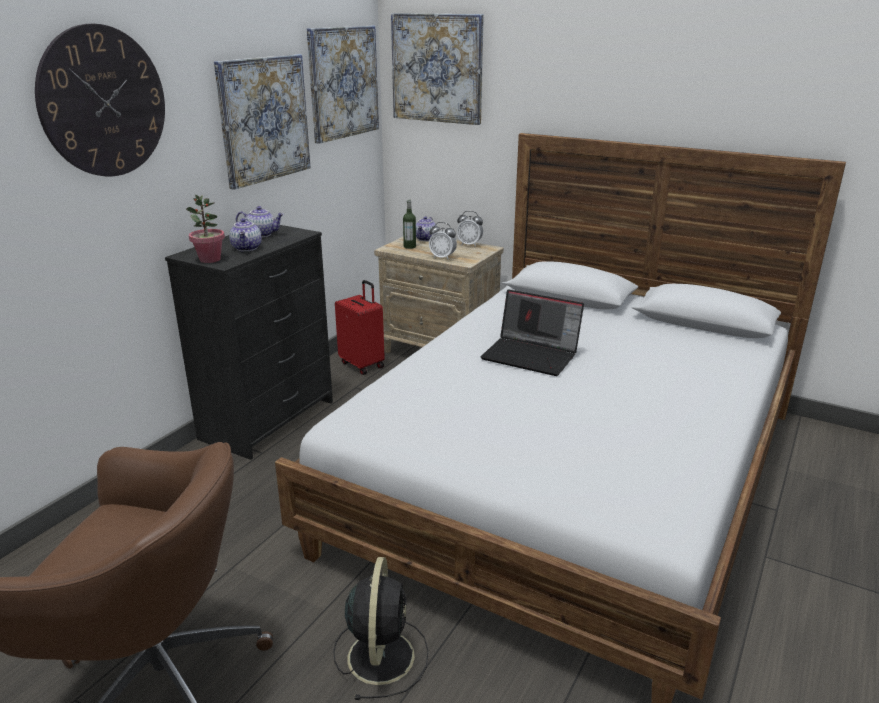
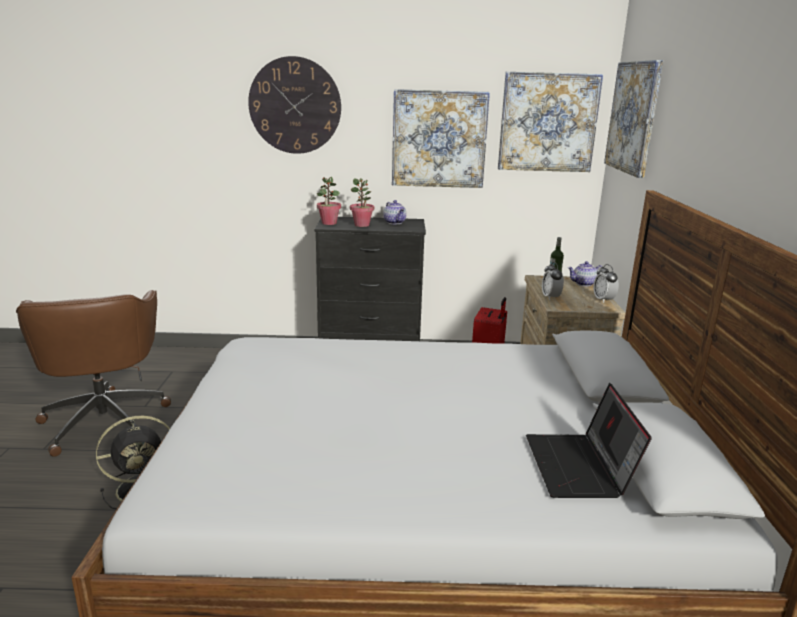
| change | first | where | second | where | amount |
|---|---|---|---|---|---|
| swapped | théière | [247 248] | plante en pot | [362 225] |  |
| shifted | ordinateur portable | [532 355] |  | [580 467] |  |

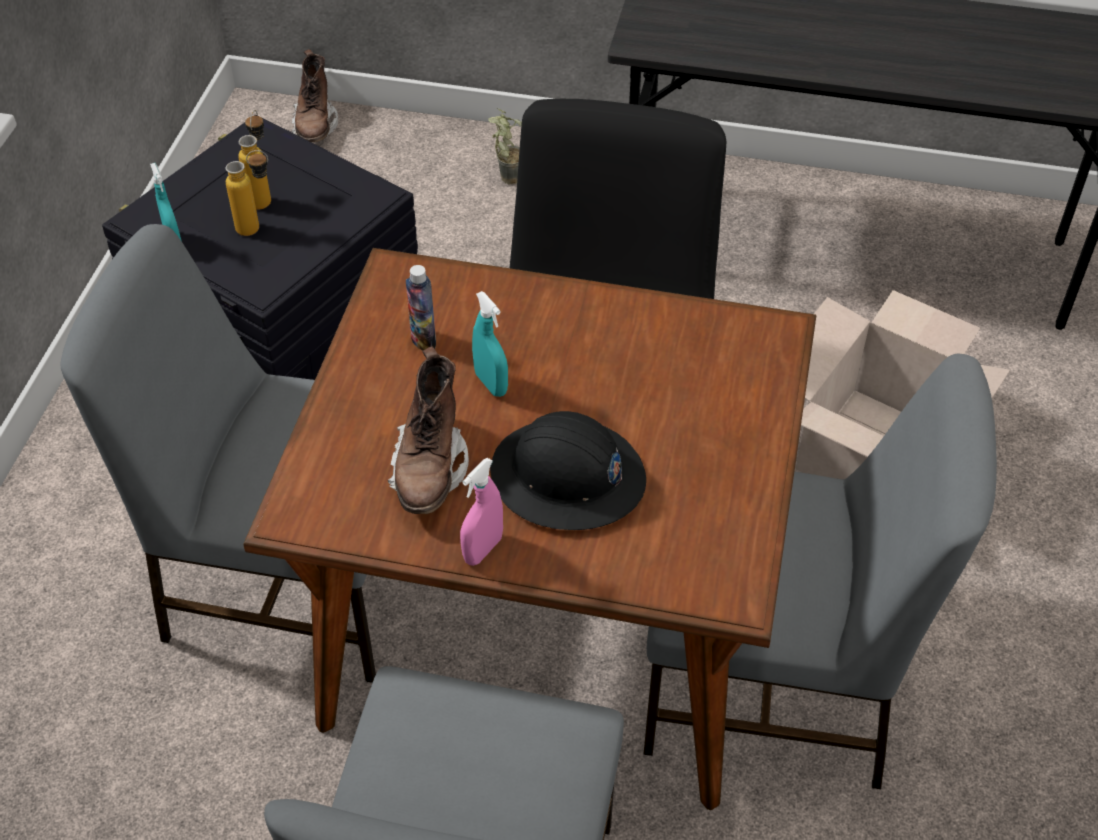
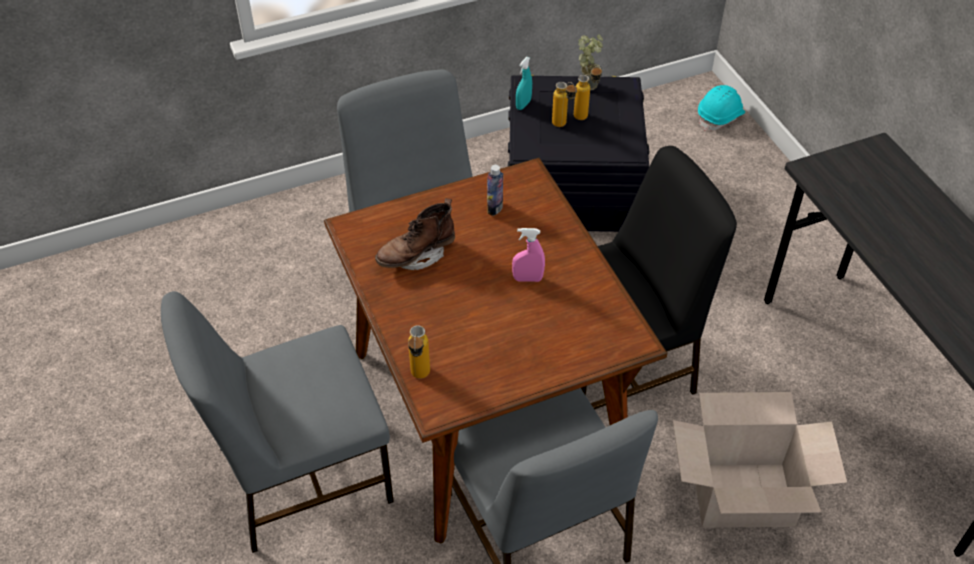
| change | first | where | second | where | amount |
|---|---|---|---|---|---|
| new |  |  | bouteille | [419 378] |  |
| shifted | vaporisateur/rose | [483 549] |  | [527 279] |  |
| shifted | plante en pot | [505 175] |  | [589 83] |  |
| swapped | botte/marron | [315 126] | casque de chantier/turquoise | [720 117] |  |
| gone | vaporisateur/turquoise | [491 384] |  |  |  |
| gone | casque de chantier/noir | [567 478] |  |  |  |

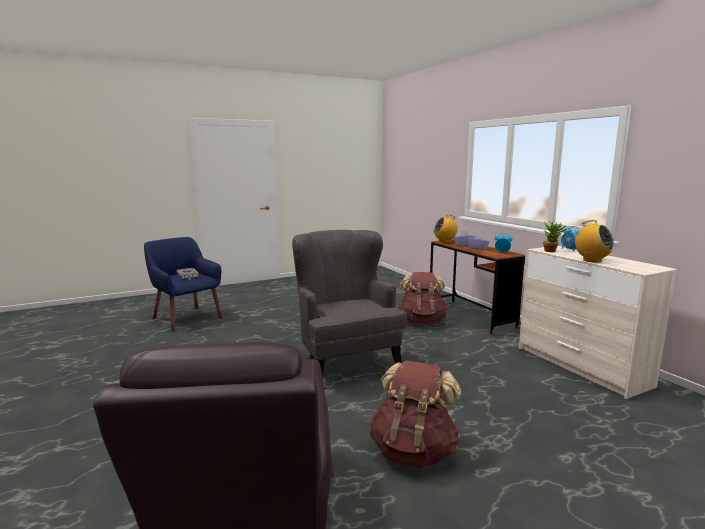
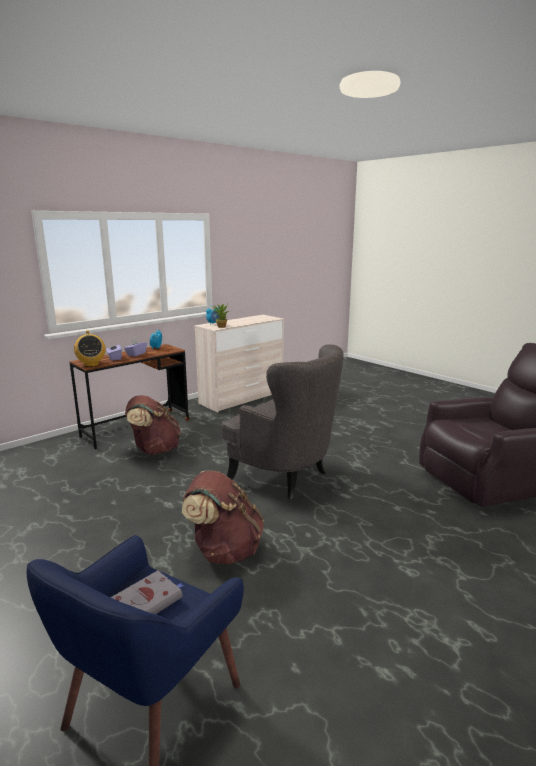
| change | first | where | second | where | amount |
|---|---|---|---|---|---|
| shifted | sac à dos/marron | [413 451] |  | [224 550] |  |
| rotated | fauteuil/gris | [346 364] |  | [285 477] | 105 degrees counterclockwise |
| gone | radio | [591 260] |  |  |  |

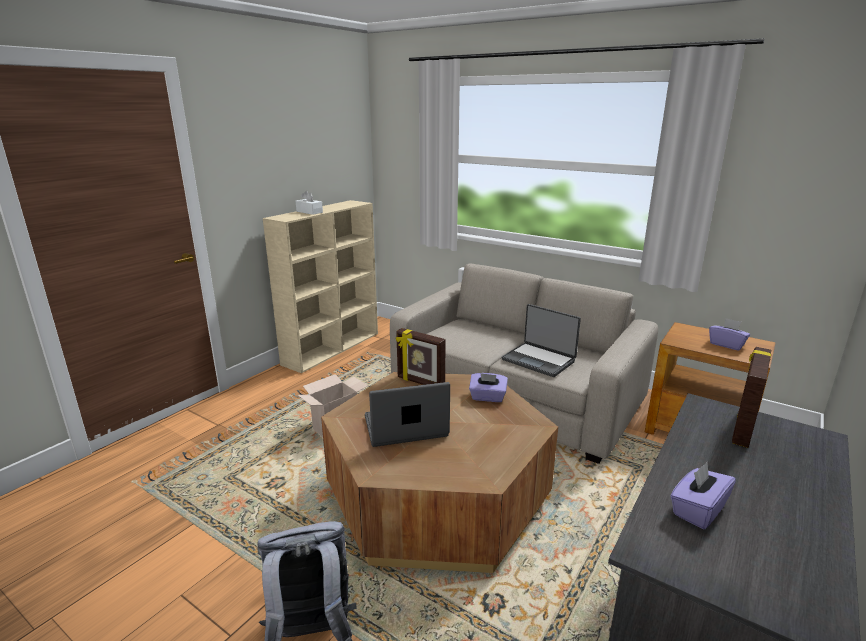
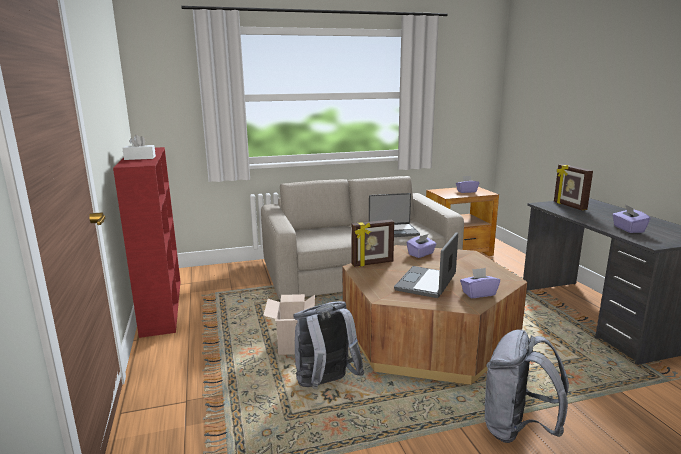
| change | first | where | second | where | amount |
|---|---|---|---|---|---|
| repainted | bibliothèque/beige | [332 348] | bibliothèque/rouge | [162 305] |  |
| new |  |  | sac à dos/gris | [325 384] |  |
| new |  |  | boîte à mouchoirs/violet | [478 293] |  |

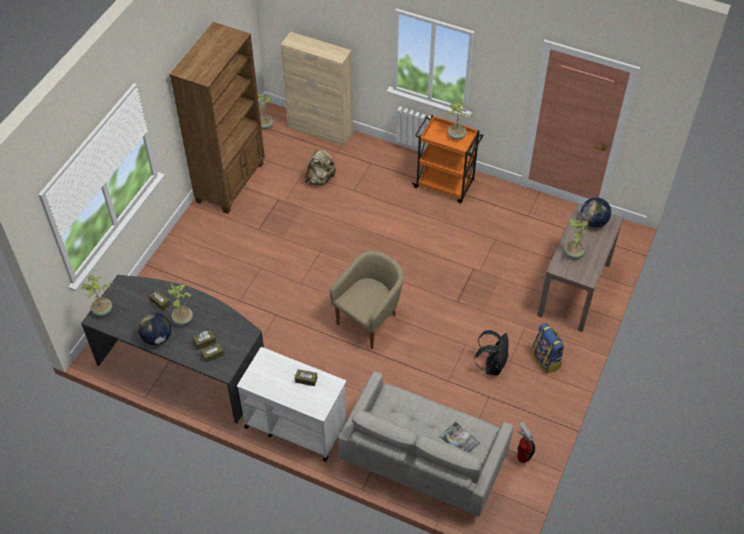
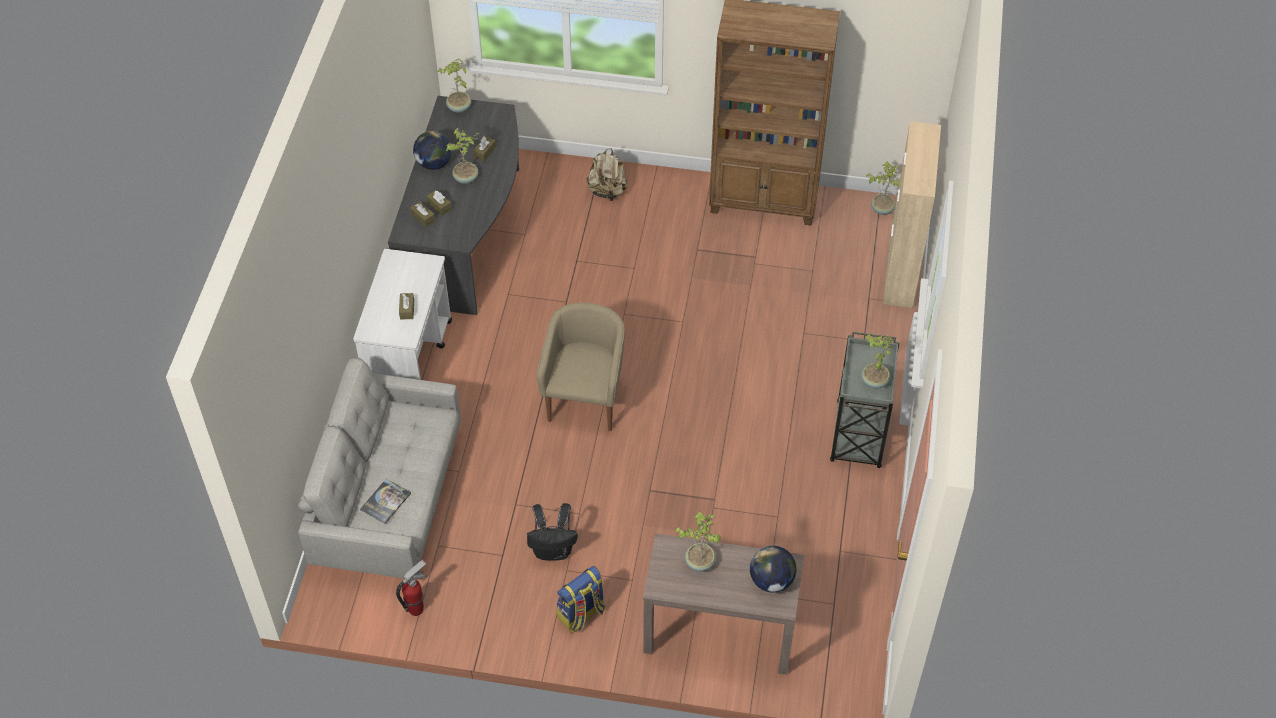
| change | first | where | second | where | amount |
|---|---|---|---|---|---|
| rotated | fauteuil/beige | [369 321] |  | [585 399] | 105 degrees counterclockwise |
| shifted | sac à dos/beige | [320 178] |  | [607 191] |  |
| repainted | chariot/orange | [445 185] | chariot/gris | [858 436] |  |

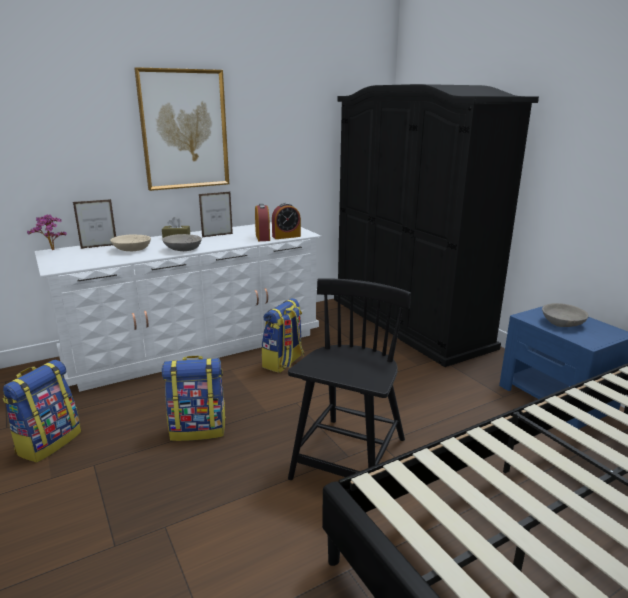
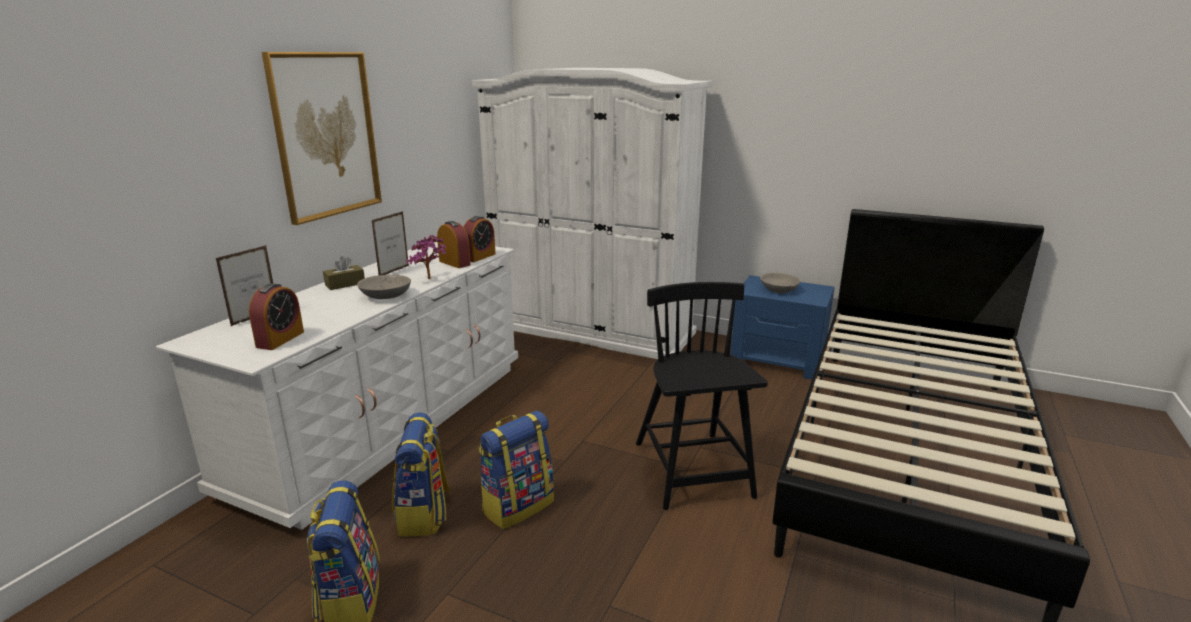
| change | first | where | second | where | amount |
|---|---|---|---|---|---|
| new |  |  | réveil | [280 339] |  |
| shifted | sac à dos | [283 362] |  | [424 514] |  |
| shifted | plante en pot | [52 250] |  | [431 279] |  |
| repainted | armoire/noir | [408 322] | armoire/blanc | [591 329] |  |
| gone | bol/beige | [132 249] |  |  |  |

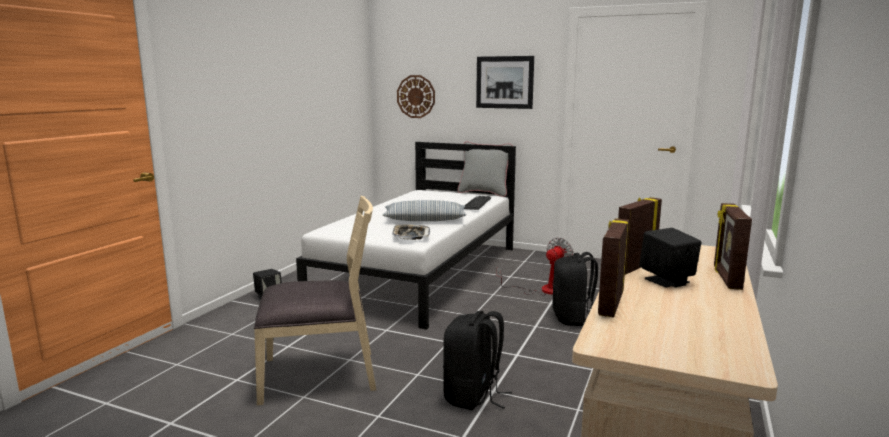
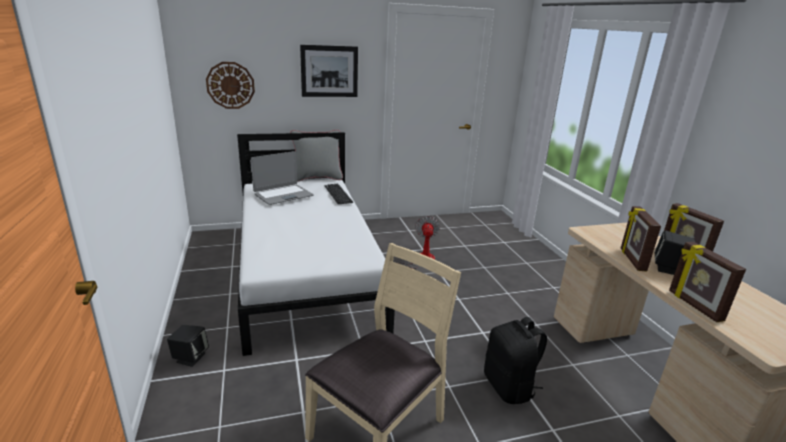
| change | first | where | second | where | amount |
|---|---|---|---|---|---|
| new |  |  | ordinateur portable | [283 195] |  |
| gone | coussin | [425 220] |  |  |  |
| gone | plateau | [410 235] |  |  |  |
| gone | sac à dos/noir | [573 318] |  |  |  |

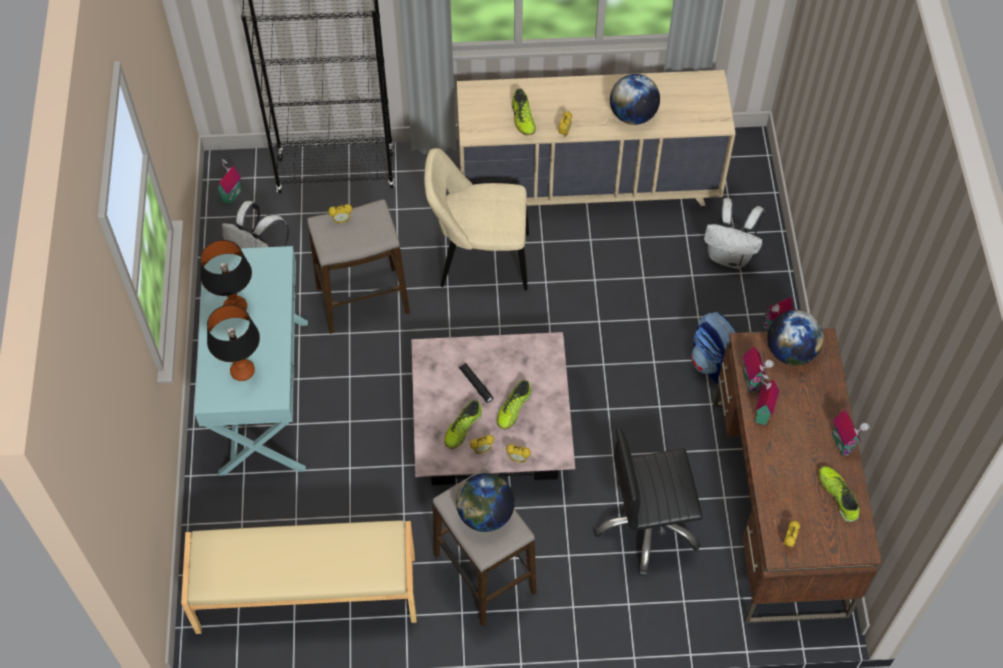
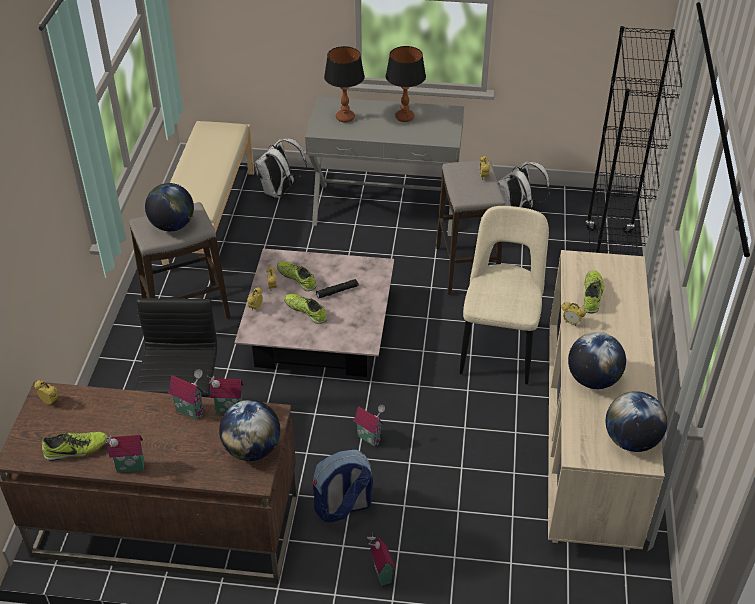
| change | first | where | second | where | amount |
|---|---|---|---|---|---|
| shifted | sac à dos/blanc | [730 256] |  | [280 192] |  |
| repainted | table console/turquoise | [263 395] | table console/gris | [385 208] |  |
| shifted | maison miniature | [230 195] |  | [370 437] |  |
| rotated | chaussure | [523 118] |  | [592 295] | 105 degrees clockwise |
| new |  |  | globe | [631 440] |  |

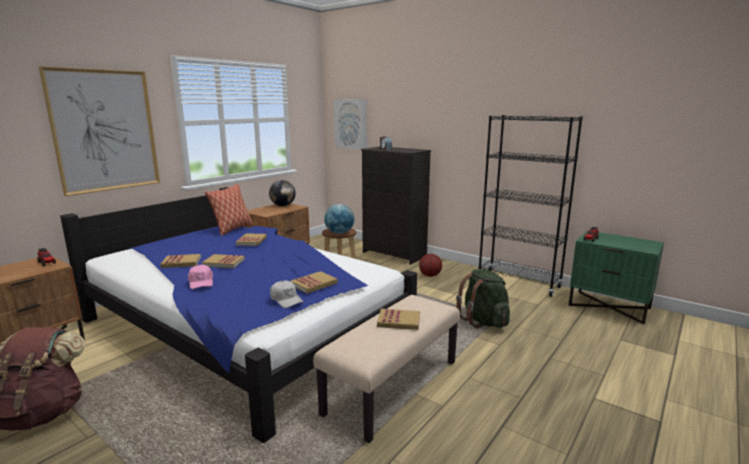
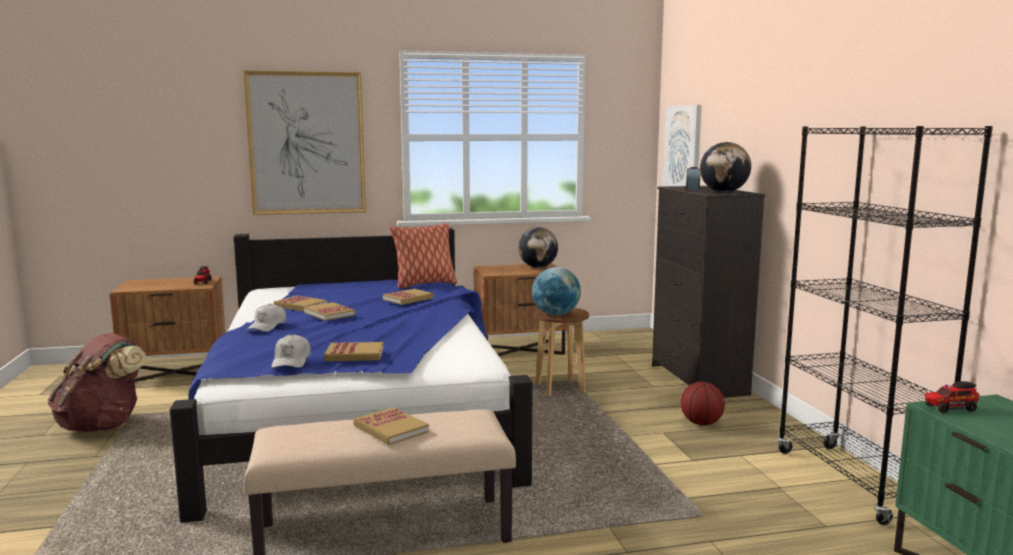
| change | first | where | second | where | amount |
|---|---|---|---|---|---|
| repainted | casquette/rose | [201 282] | casquette/blanc | [267 326] |  |
| new |  |  | globe | [723 192] |  |
| gone | sac à dos/vert | [483 321] |  |  |  |

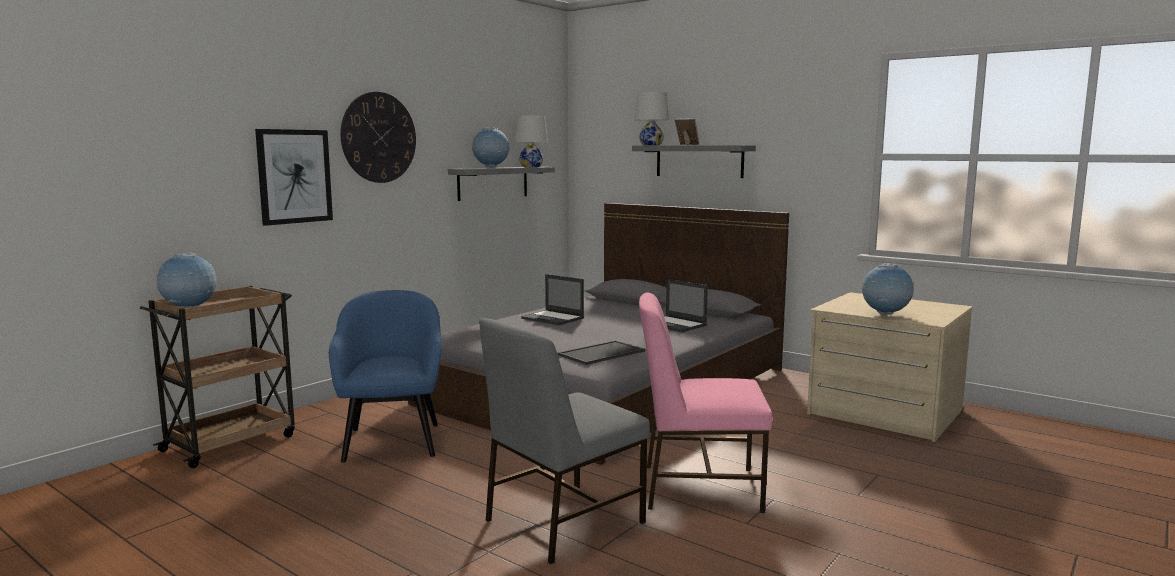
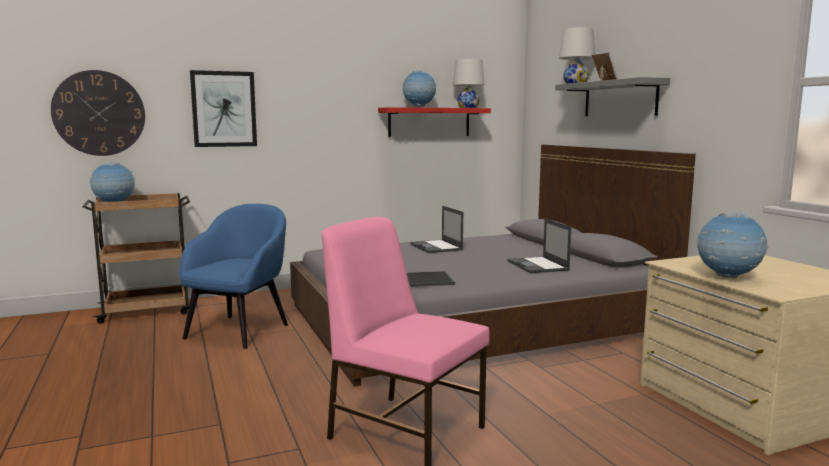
| change | first | where | second | where | amount |
|---|---|---|---|---|---|
| shifted | horloge murale | [379 137] |  | [99 113] |  |
| repainted | étagère/gris | [493 183] | étagère/rouge | [429 122] |  |
| gone | chaise/gris | [561 522] |  |  |  |

